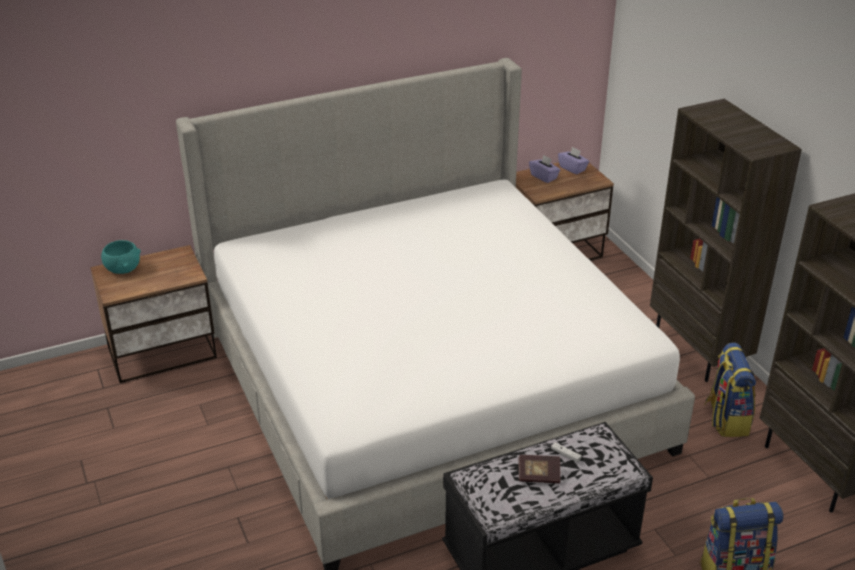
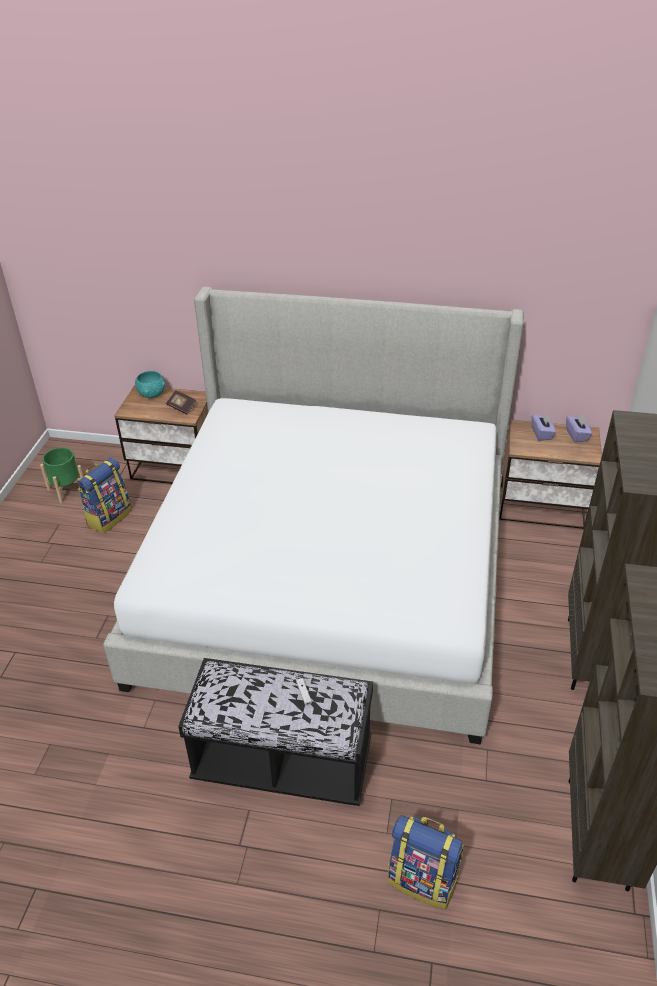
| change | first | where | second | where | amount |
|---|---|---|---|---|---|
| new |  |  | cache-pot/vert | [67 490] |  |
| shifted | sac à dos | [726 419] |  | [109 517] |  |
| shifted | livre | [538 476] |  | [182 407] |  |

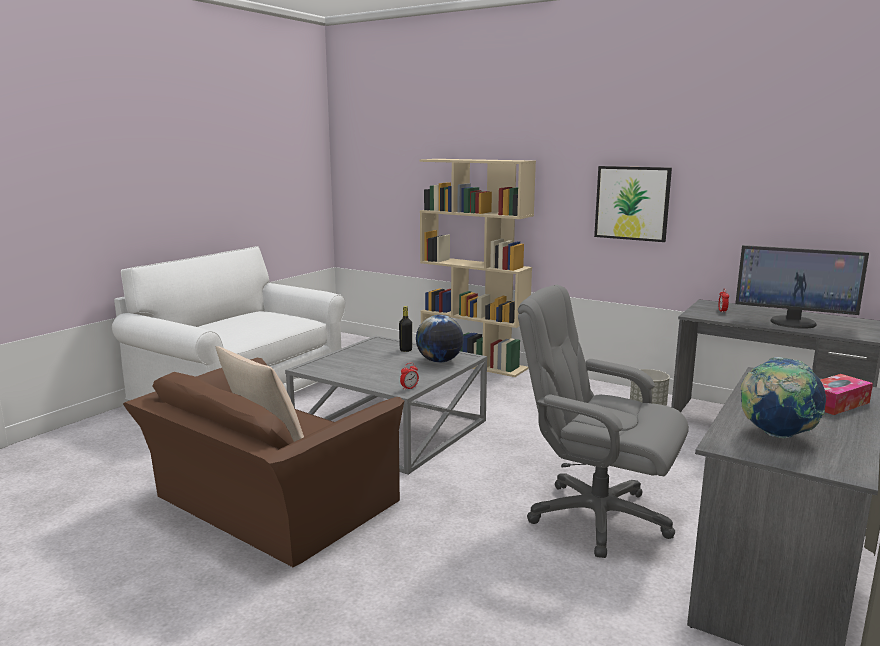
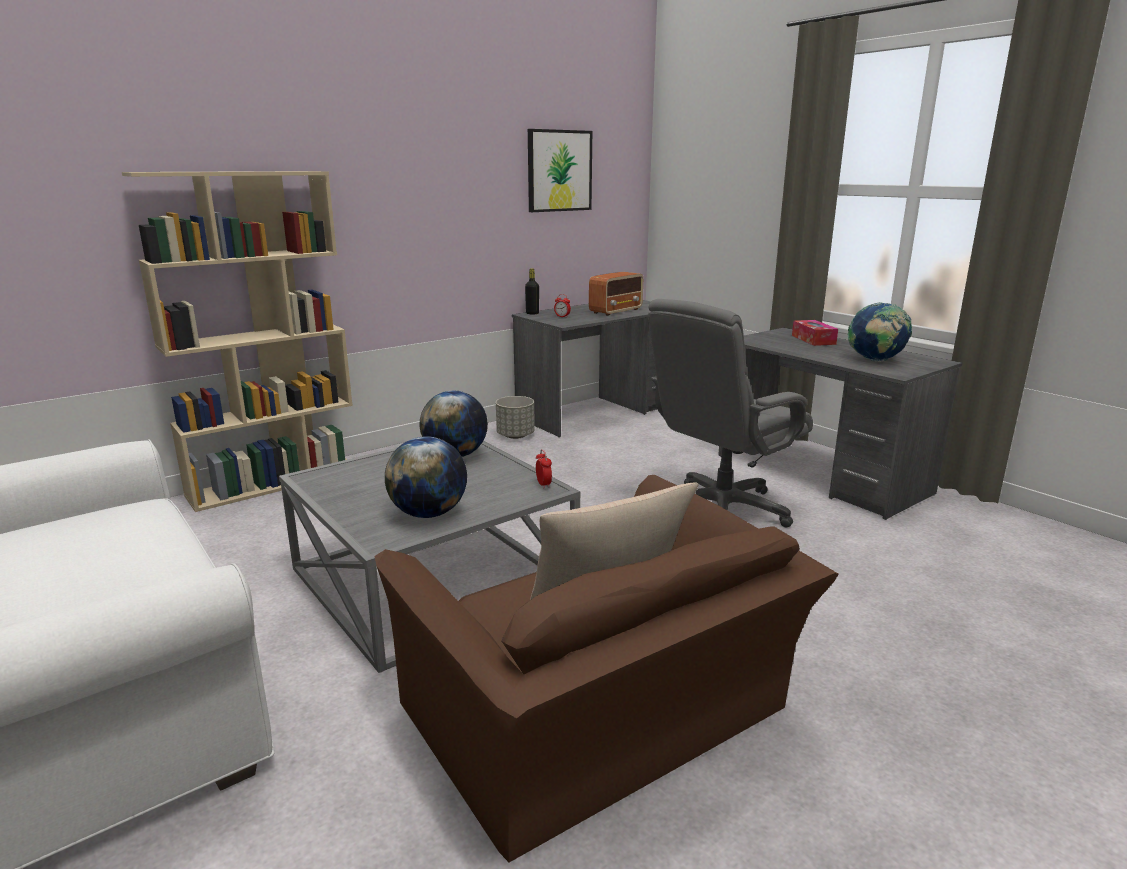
| change | first | where | second | where | amount |
|---|---|---|---|---|---|
| new |  |  | globe | [429 513] |  |
| shifted | bouteille/noir | [405 350] |  | [532 313] |  |
| shifted | tableau | [632 203] |  | [559 171] |  |
| swapped | écran d'ordinateur | [793 322] | radio | [616 311] |  |

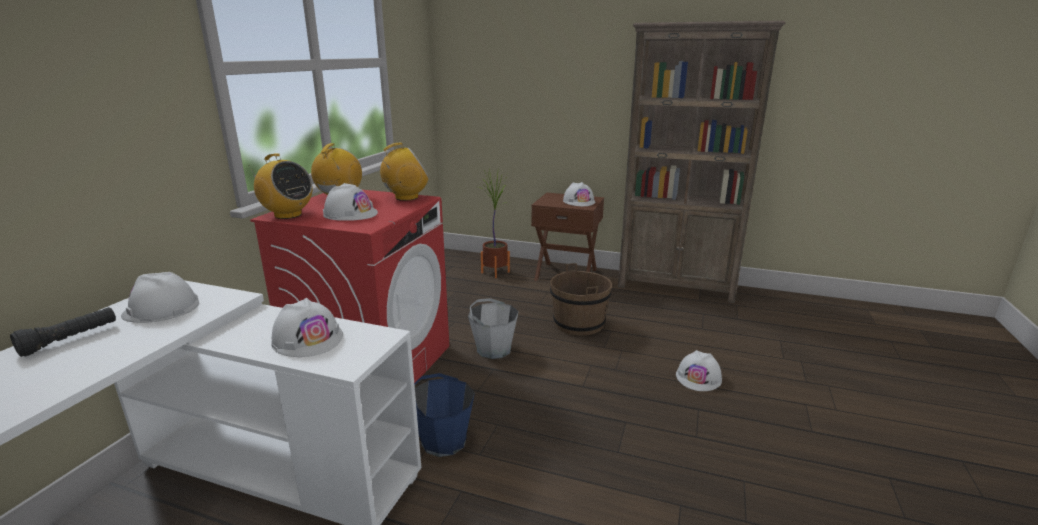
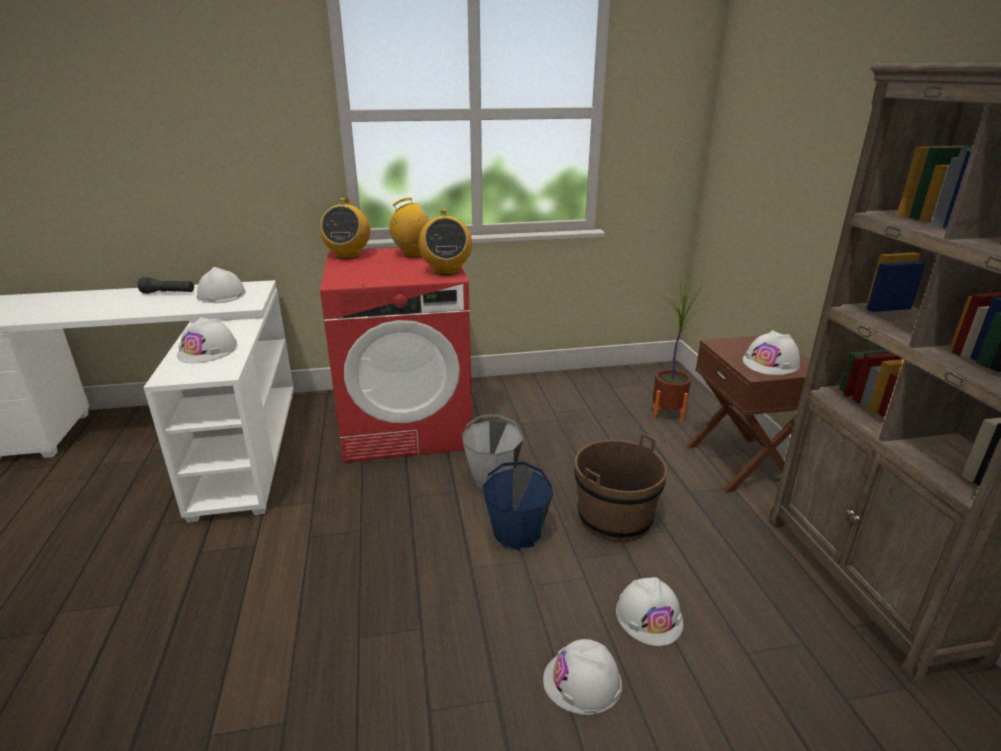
| change | first | where | second | where | amount |
|---|---|---|---|---|---|
| rotated | radio | [406 197] |  | [446 271] | 45 degrees clockwise |
| shifted | seau/bleu | [443 441] |  | [517 534] |  |
| shifted | casque de chantier/blanc | [350 213] |  | [649 616] |  |

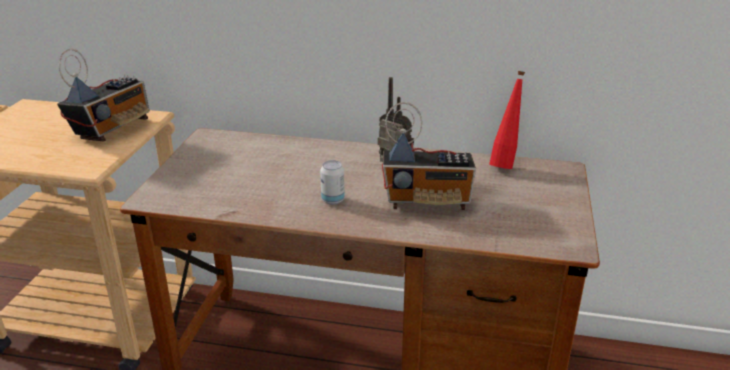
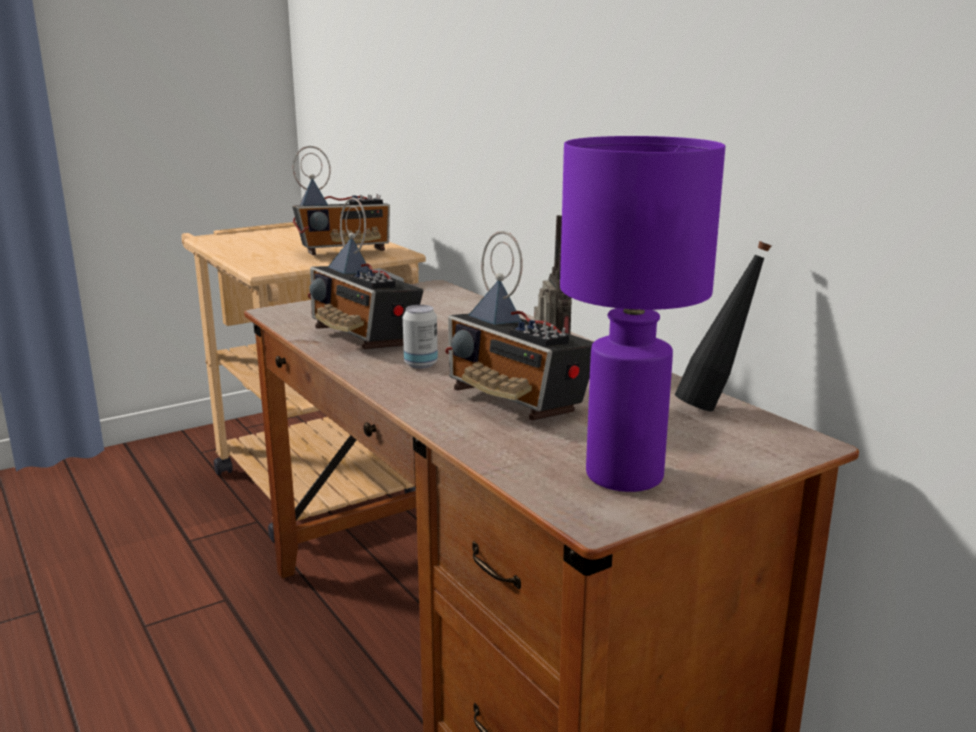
| change | first | where | second | where | amount |
|---|---|---|---|---|---|
| new |  |  | radio | [364 338] |  |
| new |  |  | lampe de table/violet | [626 475] |  |
| repainted | bouteille/rouge | [504 164] | bouteille/noir | [715 406] |  |

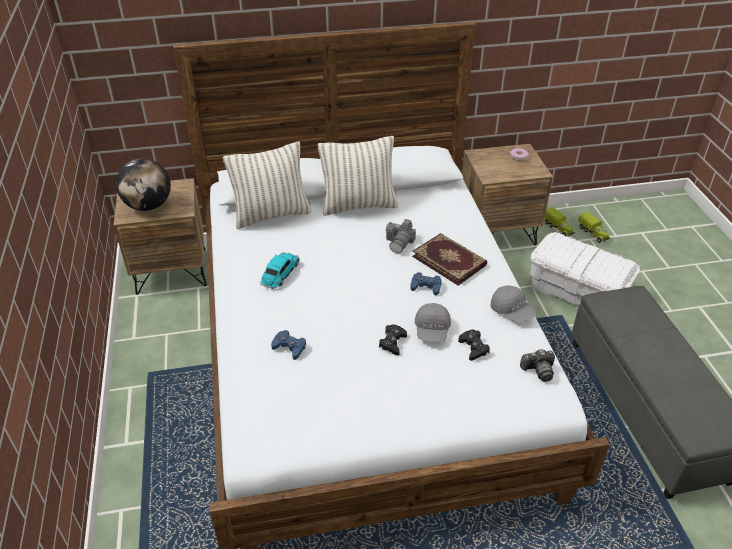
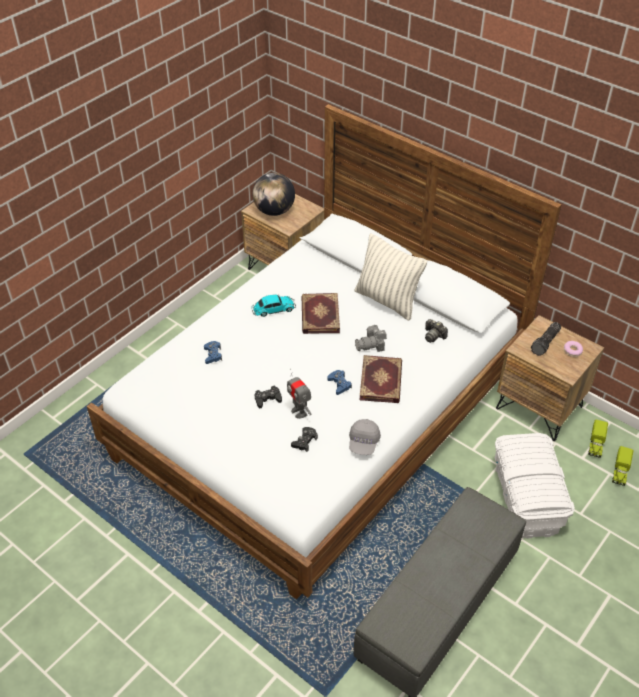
| change | first | where | second | where | amount |
|---|---|---|---|---|---|
| swapped | casquette/gris | [432 330] | robot jouet | [299 412] |  |
| new |  |  | livre | [319 315] |  |
| shifted | appareil photo | [538 370] |  | [434 336] |  |
| new |  |  | lampe de poche | [546 343] |  |
| gone | coussin | [271 215] |  |  |  |

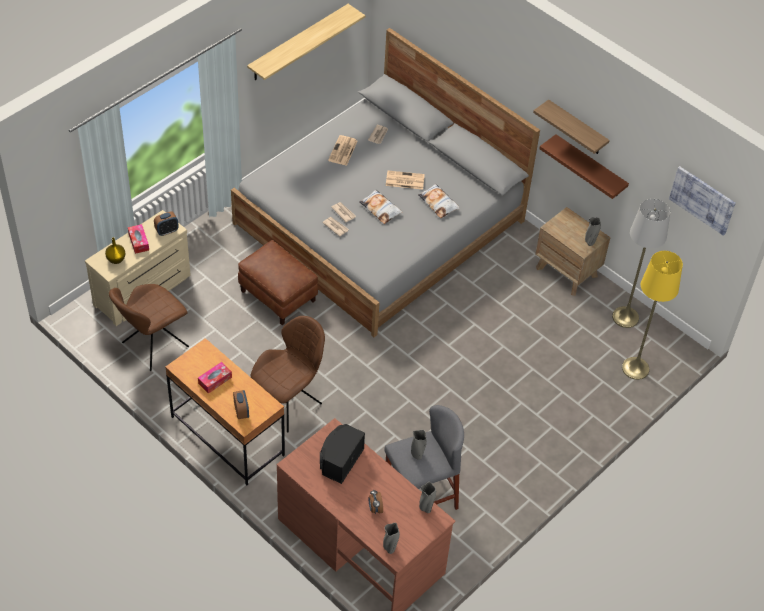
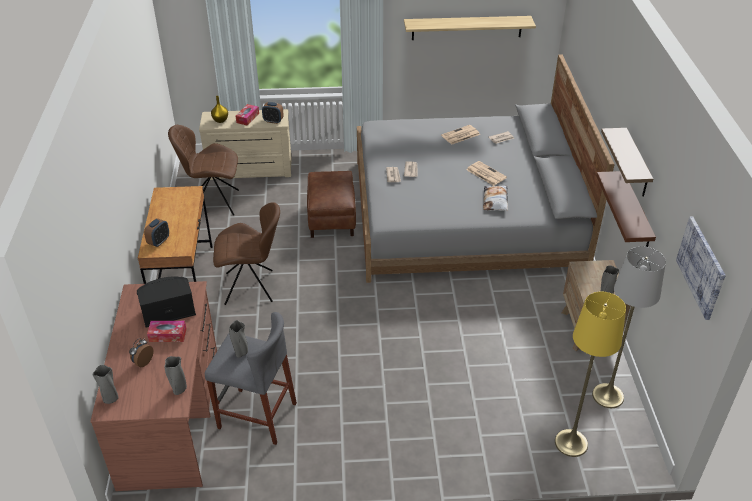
| change | first | where | second | where | amount |
|---|---|---|---|---|---|
| shifted | boîte à mouchoirs | [215 380] |  | [168 335] |  |
| gone | coussin | [380 209] |  |  |  |

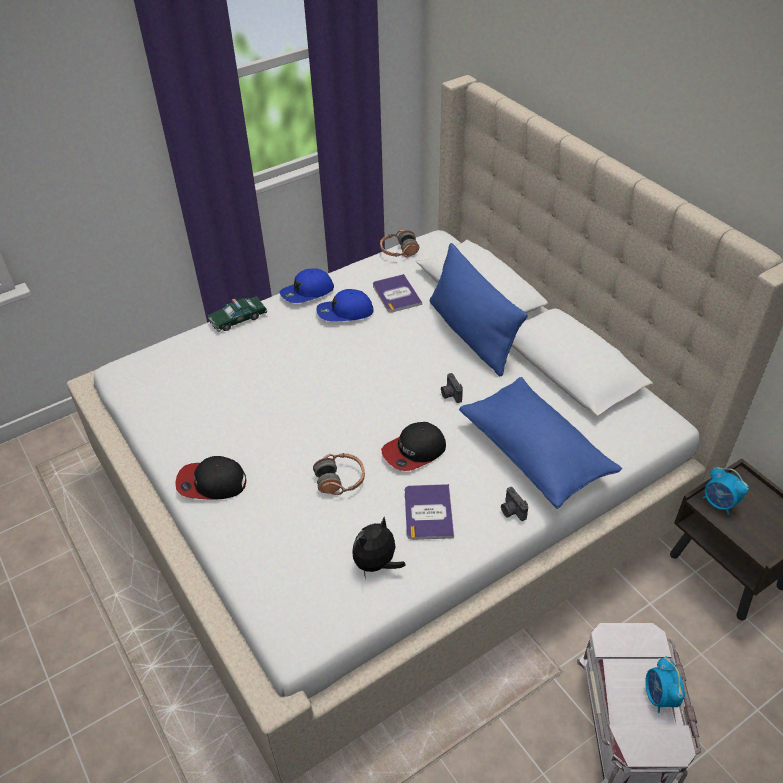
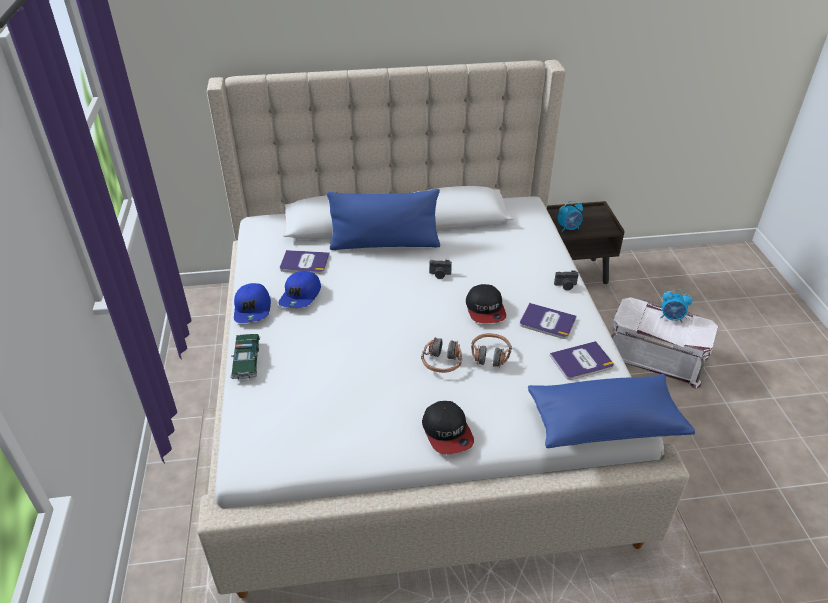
| change | first | where | second | where | amount |
|---|---|---|---|---|---|
| shifted | casque audio | [399 251] |  | [442 362] |  |
| rotated | casquette | [211 483] |  | [447 432] | 45 degrees counterclockwise |
| shifted | coussin/bleu | [535 453] |  | [604 424] |  |
| swapped | peluche | [377 564] | livre | [581 361] |  |

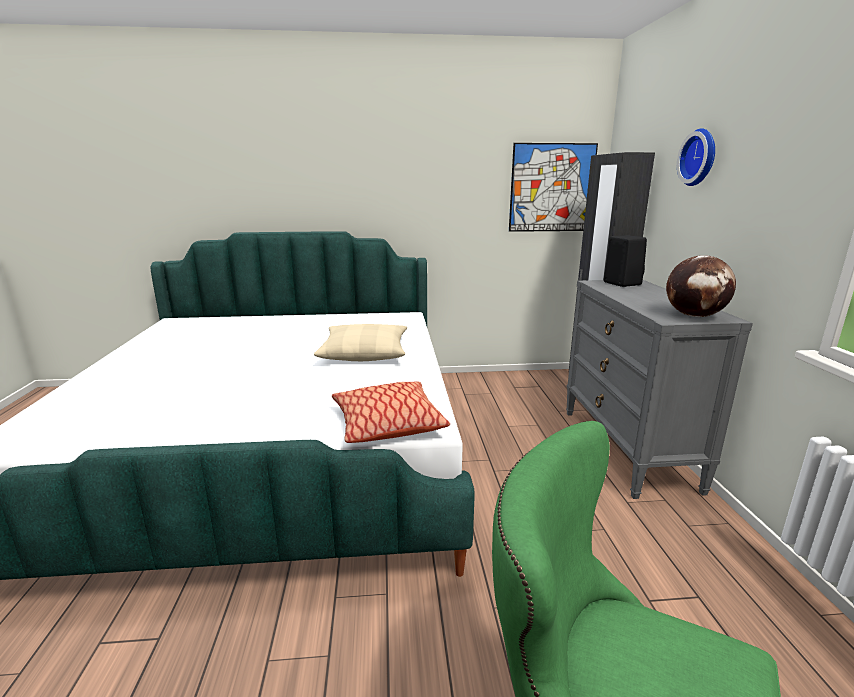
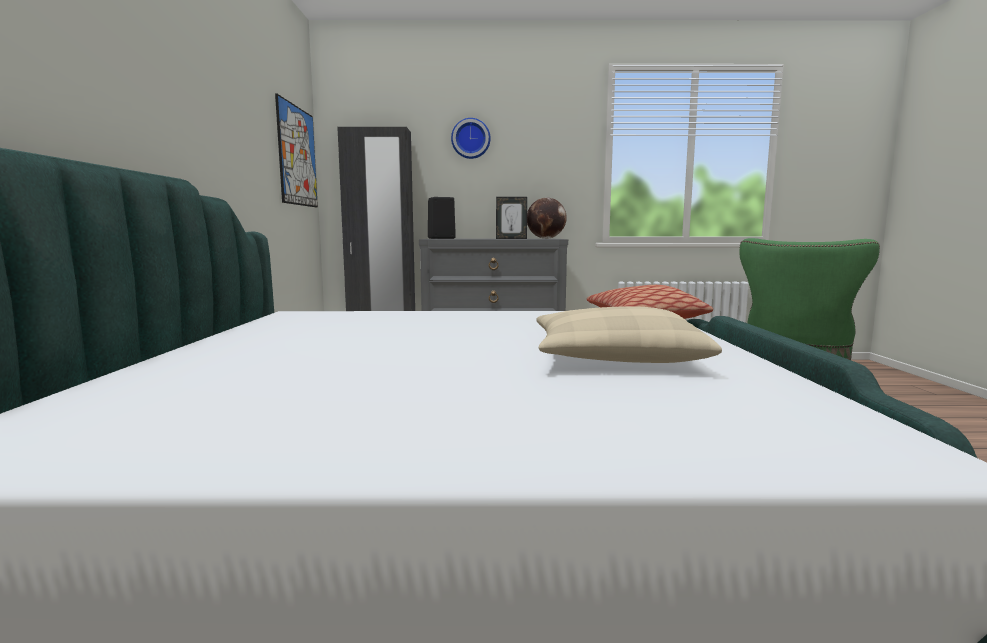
| change | first | where | second | where | amount |
|---|---|---|---|---|---|
| new |  |  | cadre photo | [511 238] |  |
| shifted | coussin/beige | [364 352] |  | [614 356] |  |

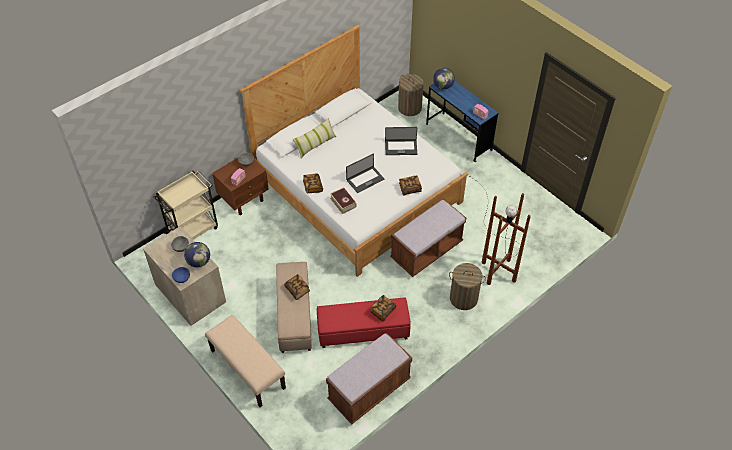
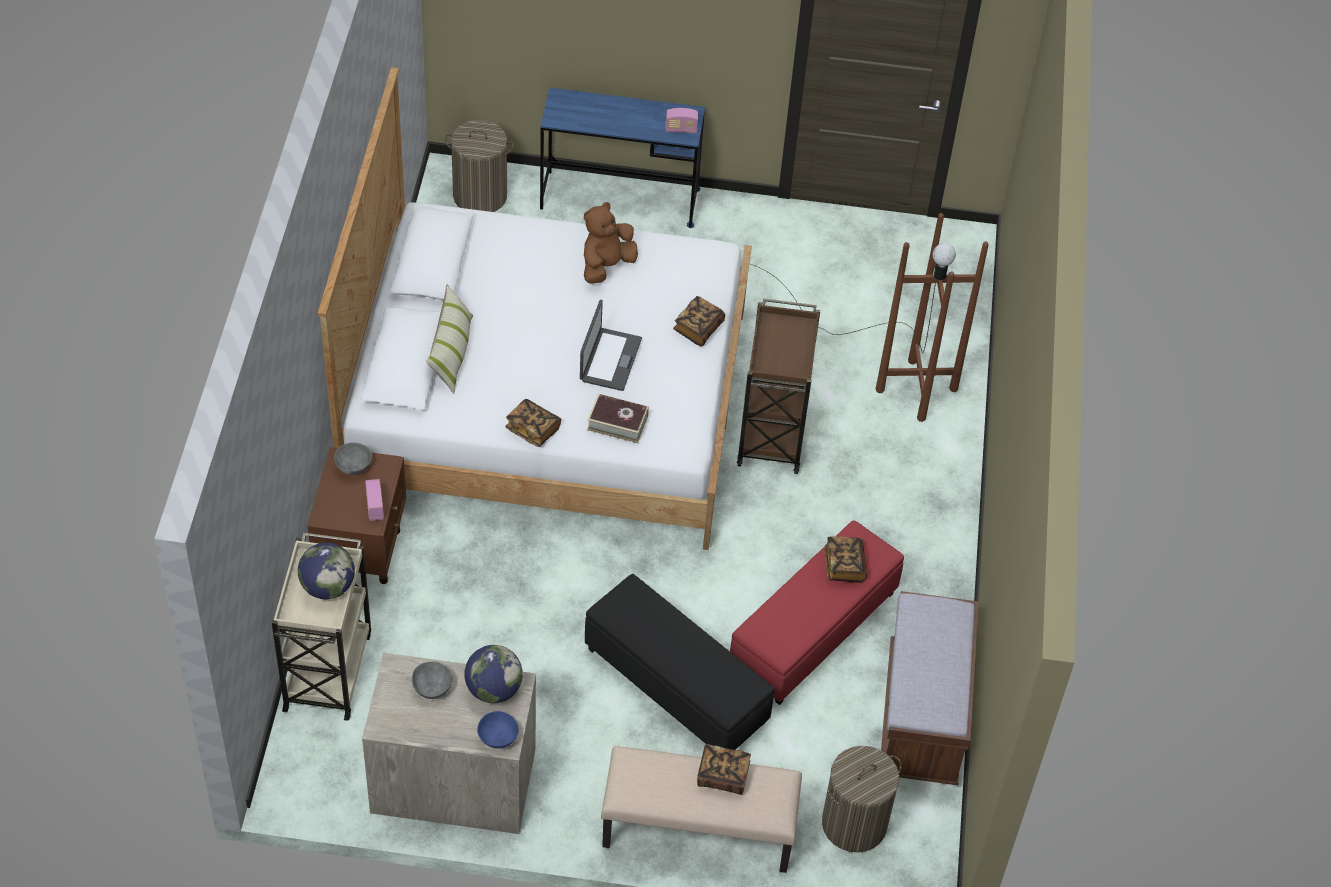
| change | first | where | second | where | amount |
|---|---|---|---|---|---|
| shifted | globe | [443 86] |  | [328 587] |  |
| swapped | ordinateur portable | [401 147] | peluche/marron | [606 266] |  |
| repainted | pouf/beige | [294 315] | pouf/noir | [675 686] |  |
| shifted | livre | [297 290] |  | [723 776] |  |
| swapped | banc/marron | [426 251] | chariot/marron | [772 431] |  |
| shifted | panier à linge | [463 298] |  | [854 824] |  |

